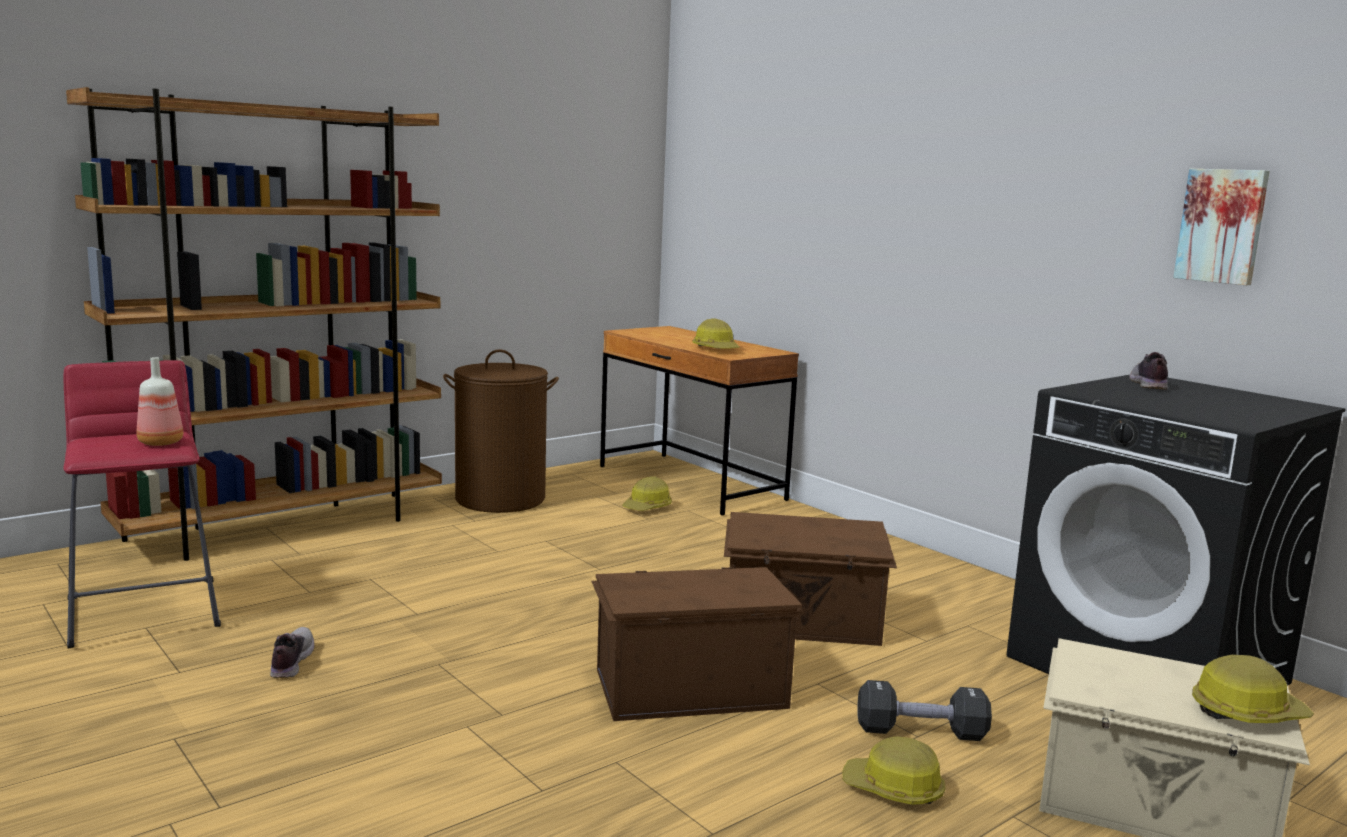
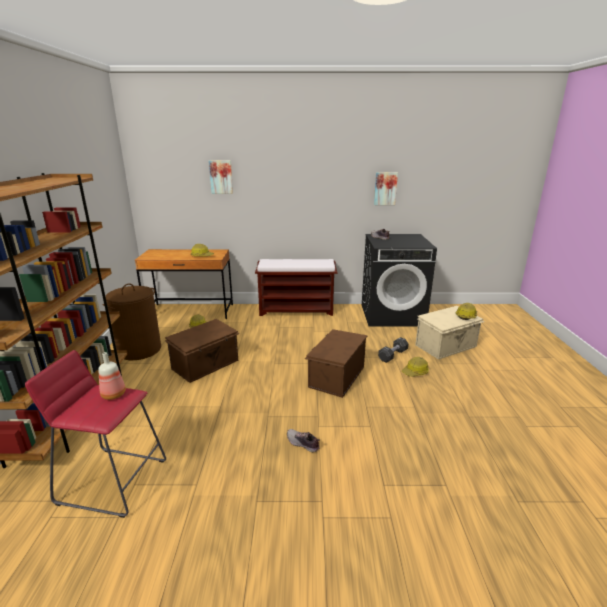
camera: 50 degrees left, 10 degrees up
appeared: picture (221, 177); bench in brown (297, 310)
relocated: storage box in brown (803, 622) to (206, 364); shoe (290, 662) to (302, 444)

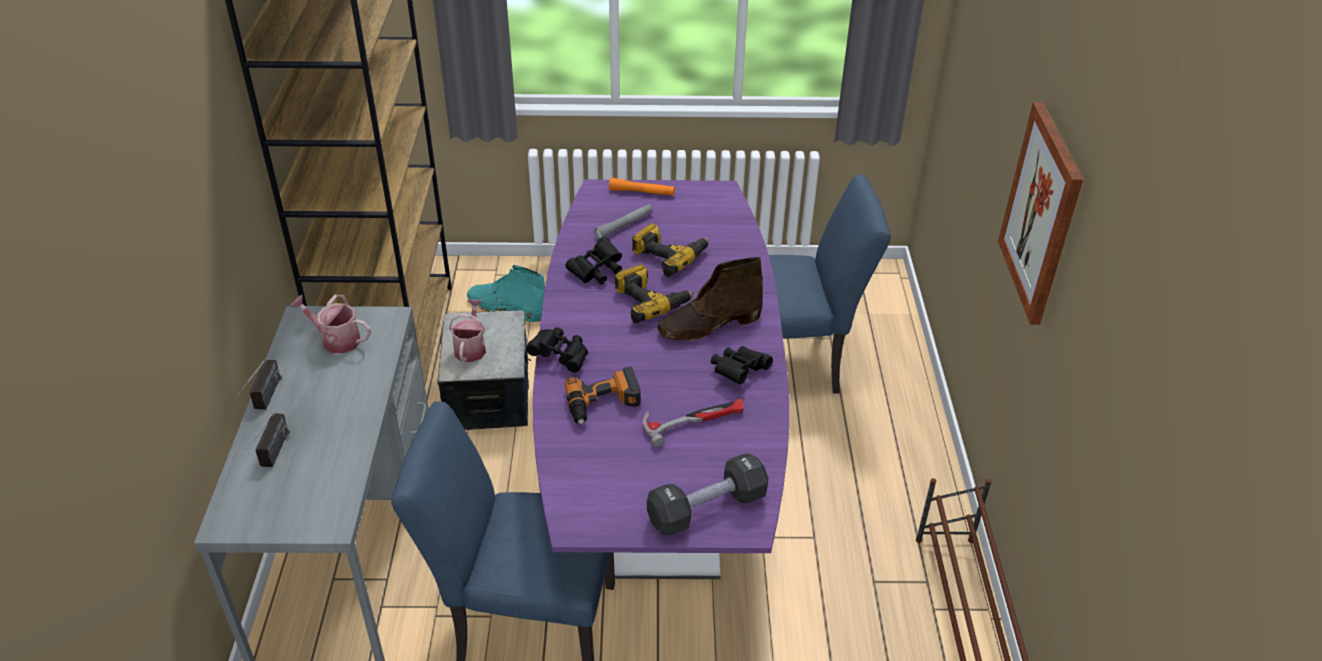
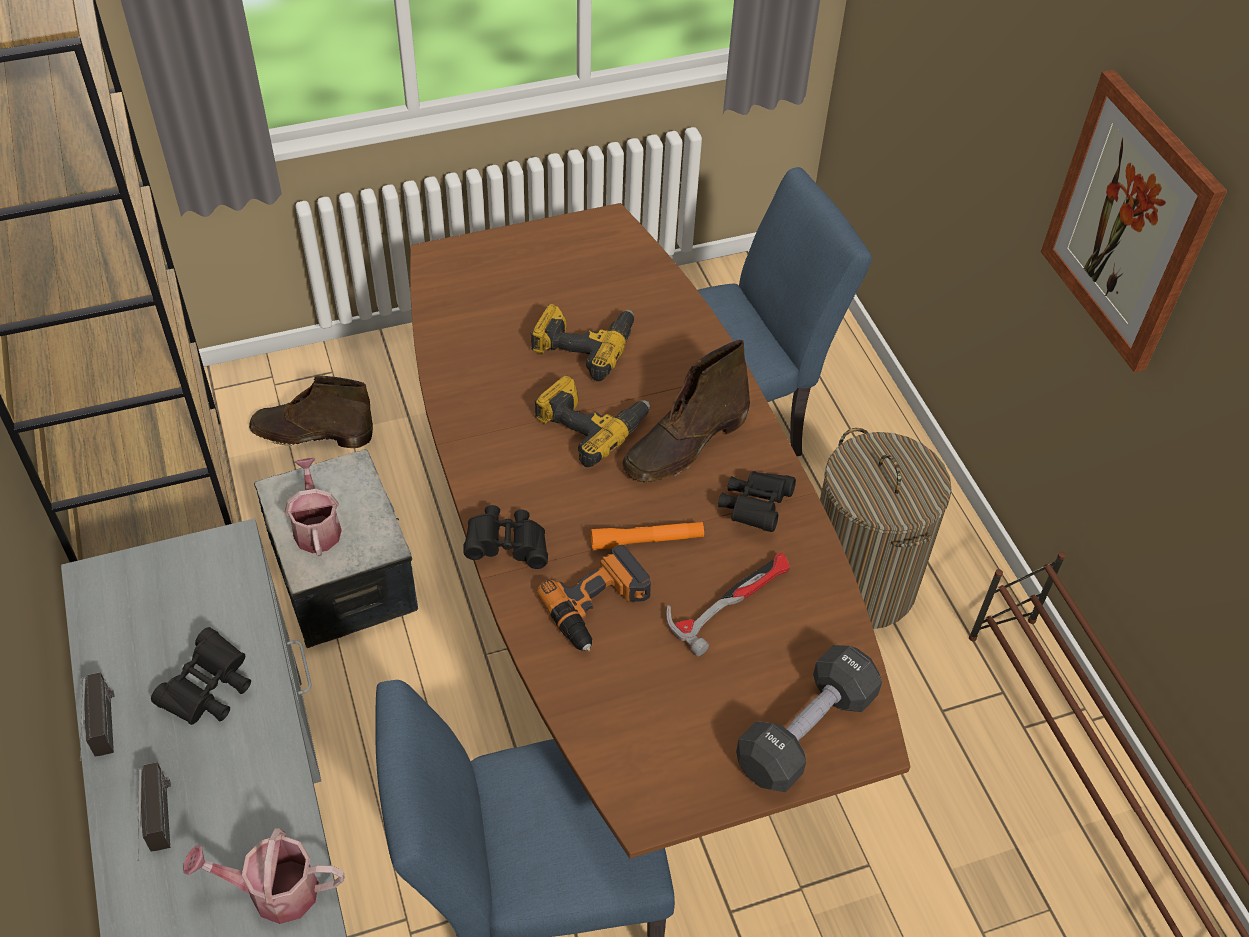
camera: 20 degrees left, 10 degrees up
missing: flashlight in grey (624, 226)
appeared: laundry basket (859, 583)
relocated: flashlight in orange (642, 192) to (647, 540); binoculars in black (597, 271) to (209, 691); watering can (336, 339) to (274, 891)
colour: dining table in purple (658, 468) to dining table in brown (618, 626); boot in turquoise (506, 307) to boot in brown (311, 433)

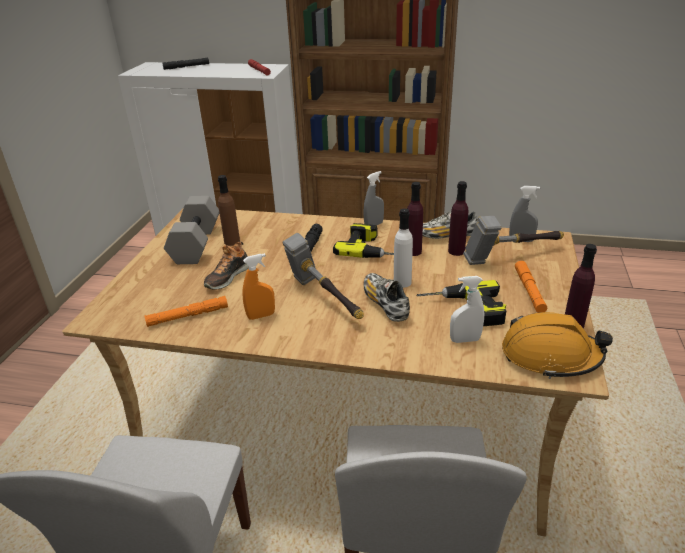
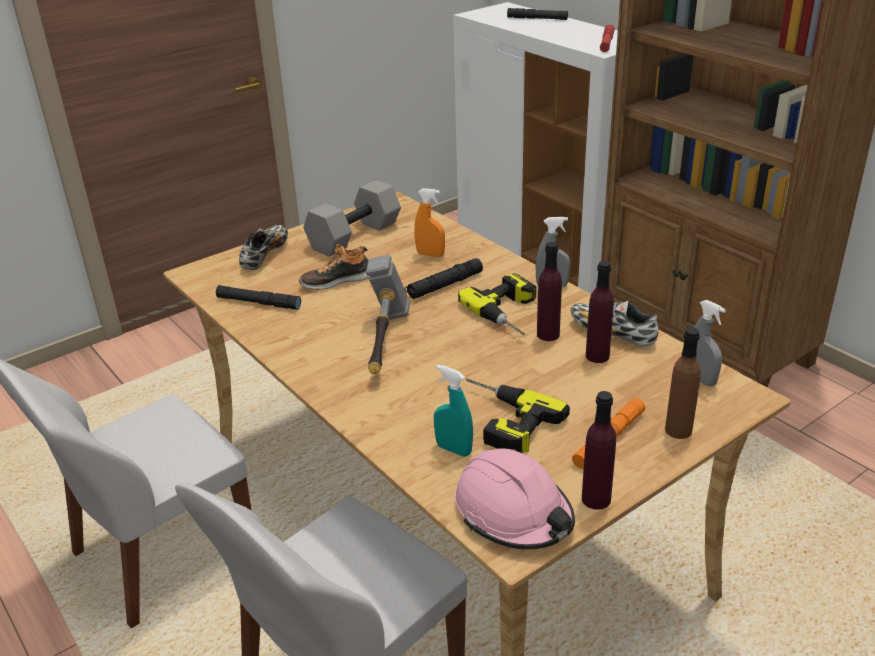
camera: 40 degrees right, 0 degrees up
missing: bottle in white (402, 282); hammer (511, 257)
relocated: bottle in brown (232, 241) to (678, 430); spray bottle in orange (261, 316) to (430, 254); shoe (385, 304) to (265, 255)
colour: spray bottle in white (465, 340) to spray bottle in turquoise (453, 449); flashlight in orange (188, 316) to flashlight in black (258, 303); hard hat in orange (550, 356) to hard hat in pink (514, 513)

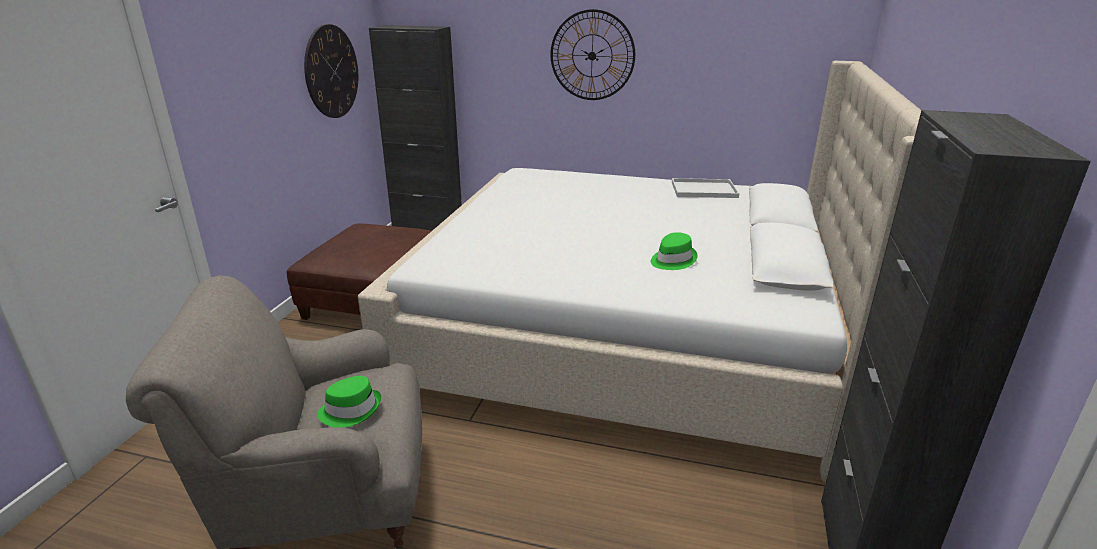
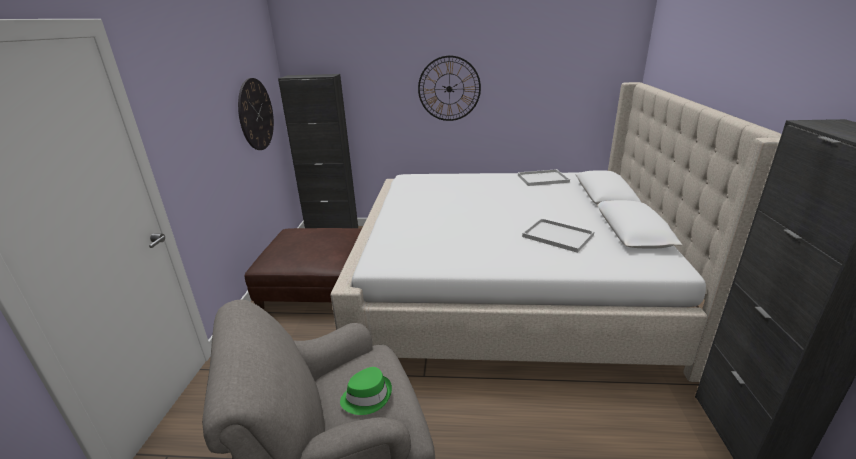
camera: 10 degrees left, 0 degrees up
exchanged: hat in green (672, 260) to tray in white (556, 236)

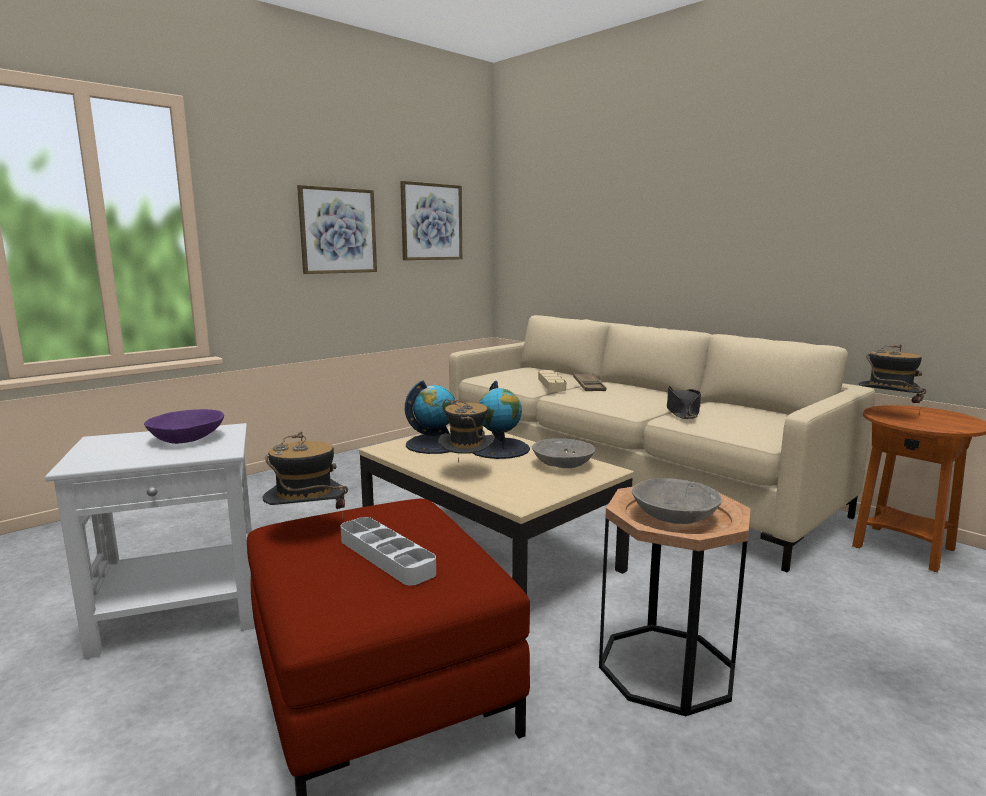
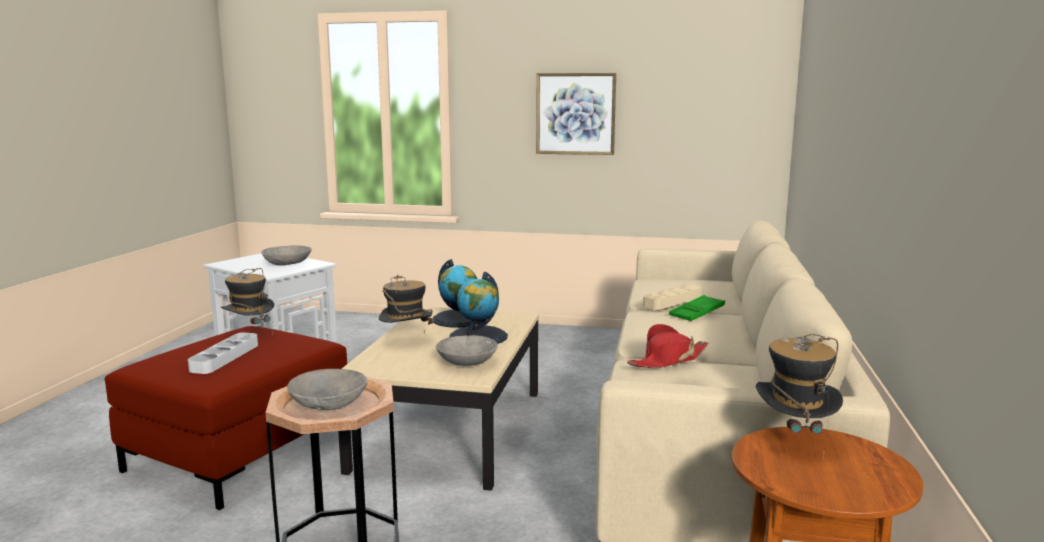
camera: 55 degrees right, 0 degrees up
missing: picture (431, 222)
colour: tray in brown (589, 386) to tray in green (697, 313); hat in black (682, 412) to hat in red (668, 360); bowl in purple (187, 438) to bowl in grey (288, 264)

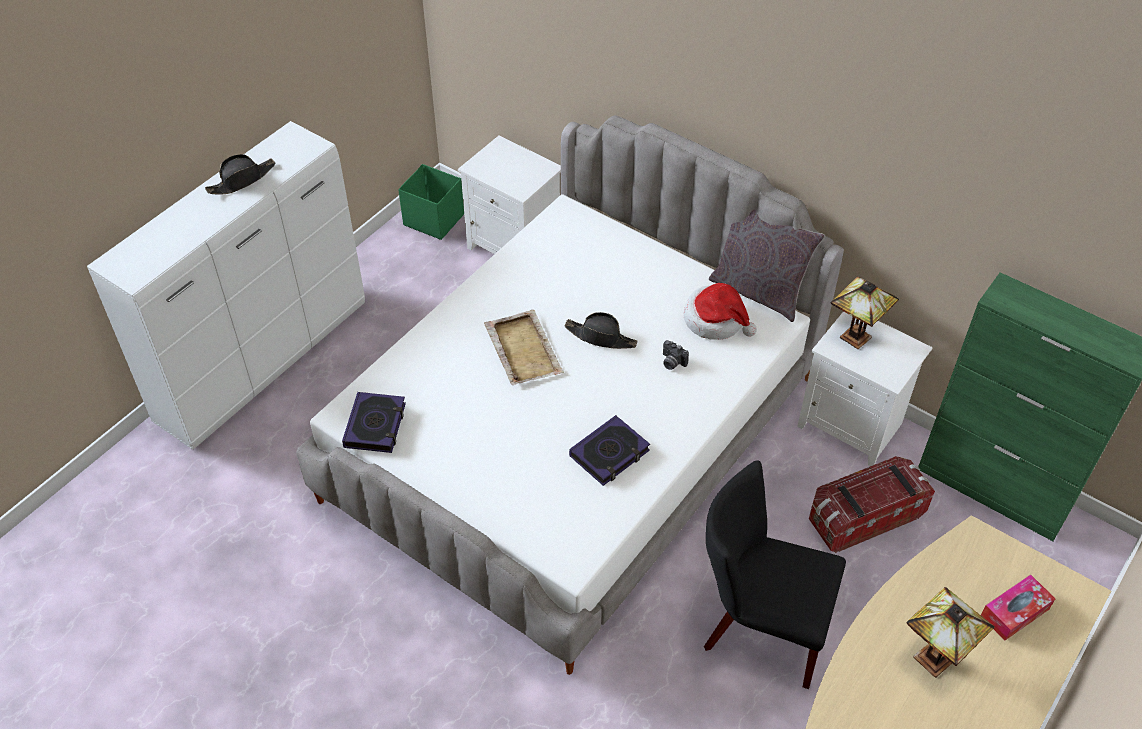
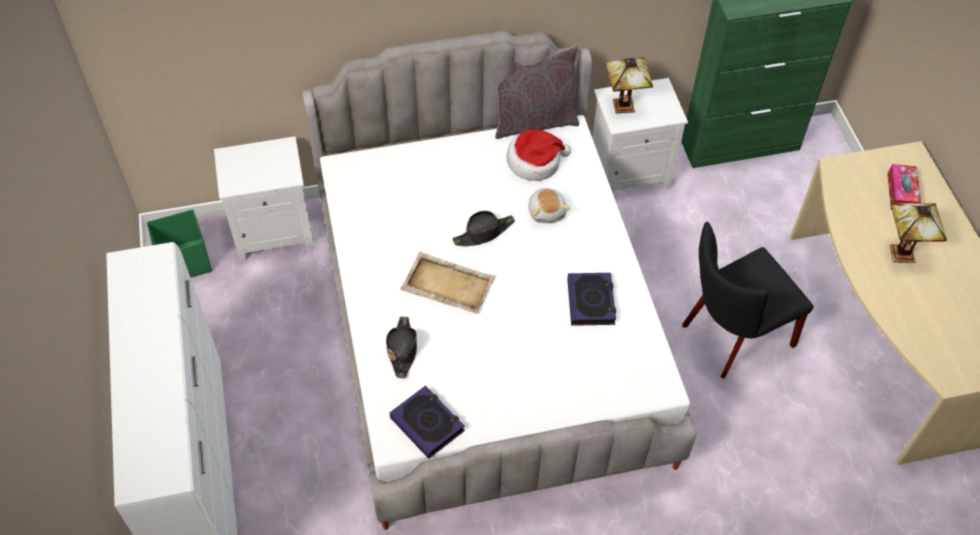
camera: 50 degrees left, 5 degrees up
missing: storage box (864, 517)
relocated: hat in black (242, 180) to (402, 349)
exchanged: photo camera (671, 362) to plush toy (547, 211)

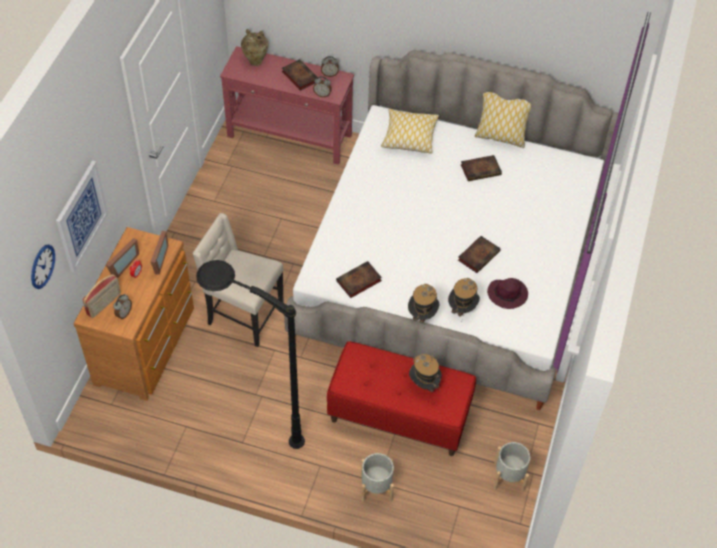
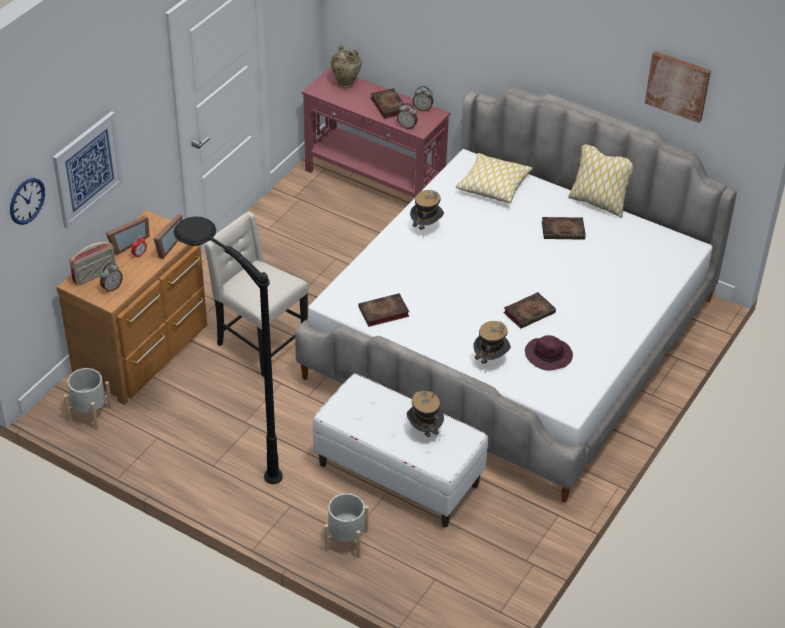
camera: 15 degrees right, 10 degrees down
appeared: picture (678, 86)
relocated: hat (422, 315) to (426, 227); planter in grey (509, 476) to (90, 414)
colour: bench in red (399, 415) to bench in white (399, 475)

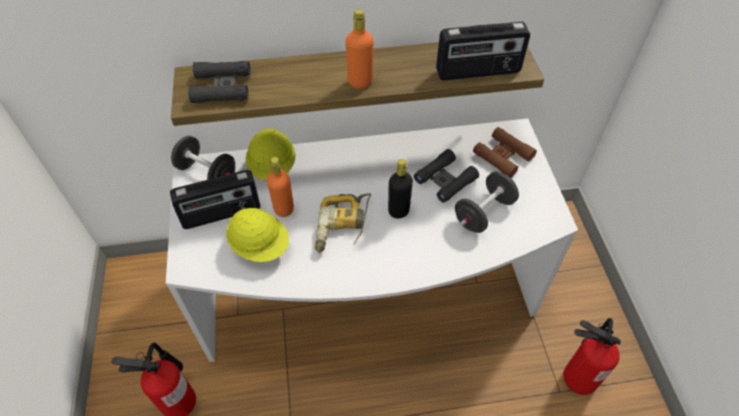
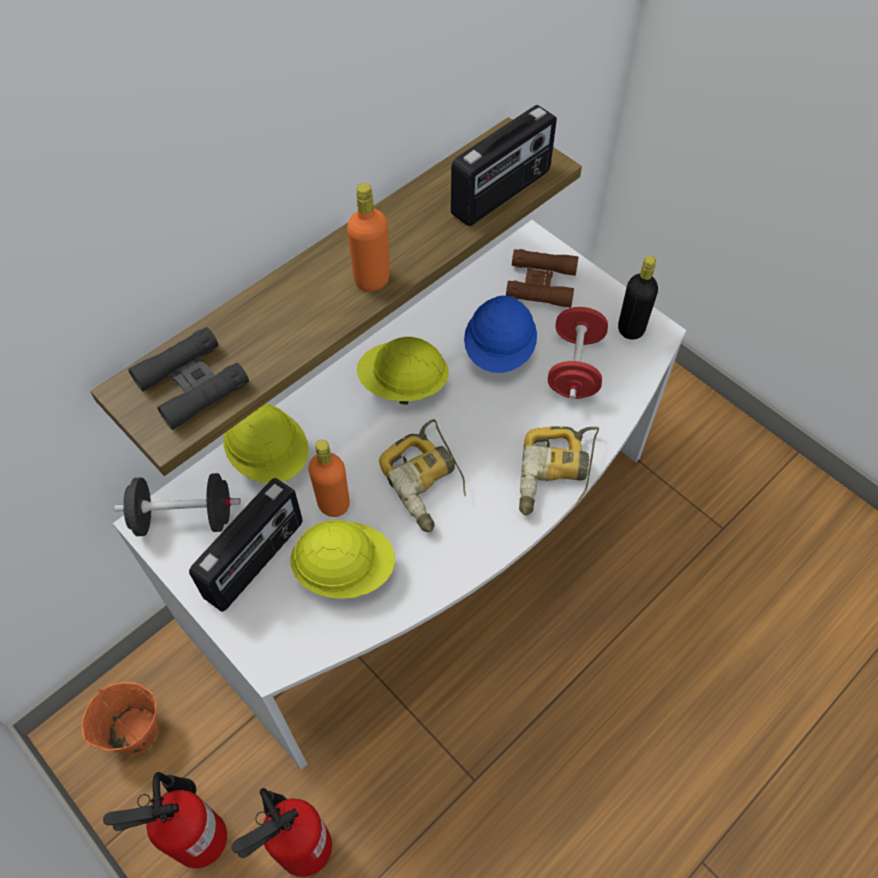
camera: 35 degrees left, 5 degrees up
appeared: hard hat in yellow (403, 385); power drill (556, 476); bucket in orange (134, 732)
relocated: bottle in black (398, 211) to (631, 329); fire extinguisher (577, 374) to (197, 832)
exchanged: binoculars in black (445, 180) to hard hat in blue (499, 351)
colour: dumbbell in black (483, 213) to dumbbell in red (575, 368)

